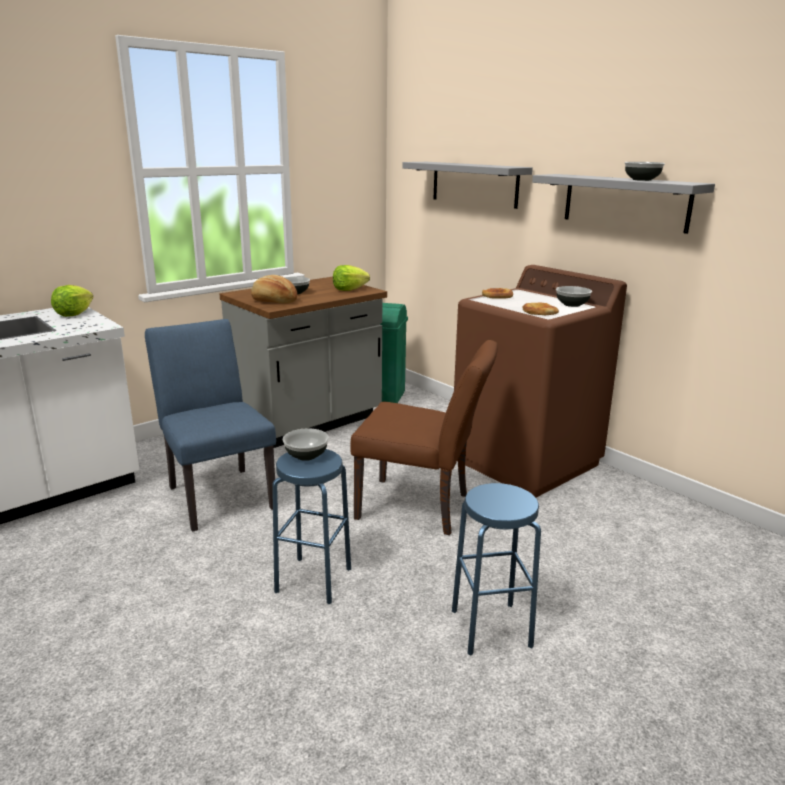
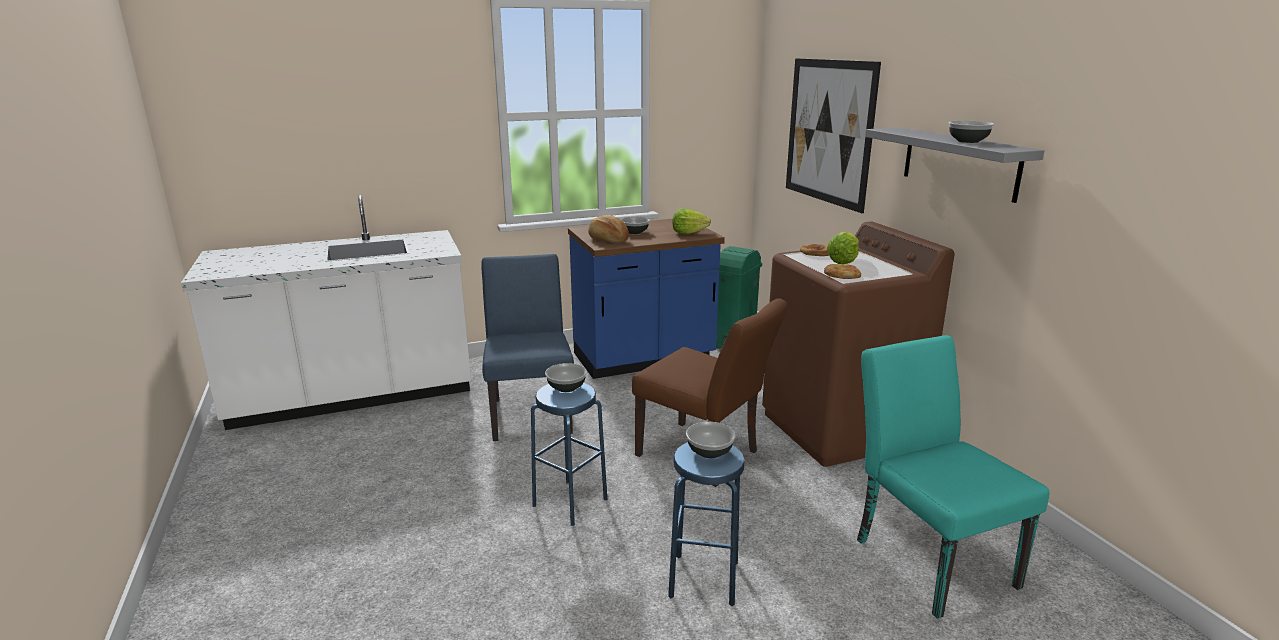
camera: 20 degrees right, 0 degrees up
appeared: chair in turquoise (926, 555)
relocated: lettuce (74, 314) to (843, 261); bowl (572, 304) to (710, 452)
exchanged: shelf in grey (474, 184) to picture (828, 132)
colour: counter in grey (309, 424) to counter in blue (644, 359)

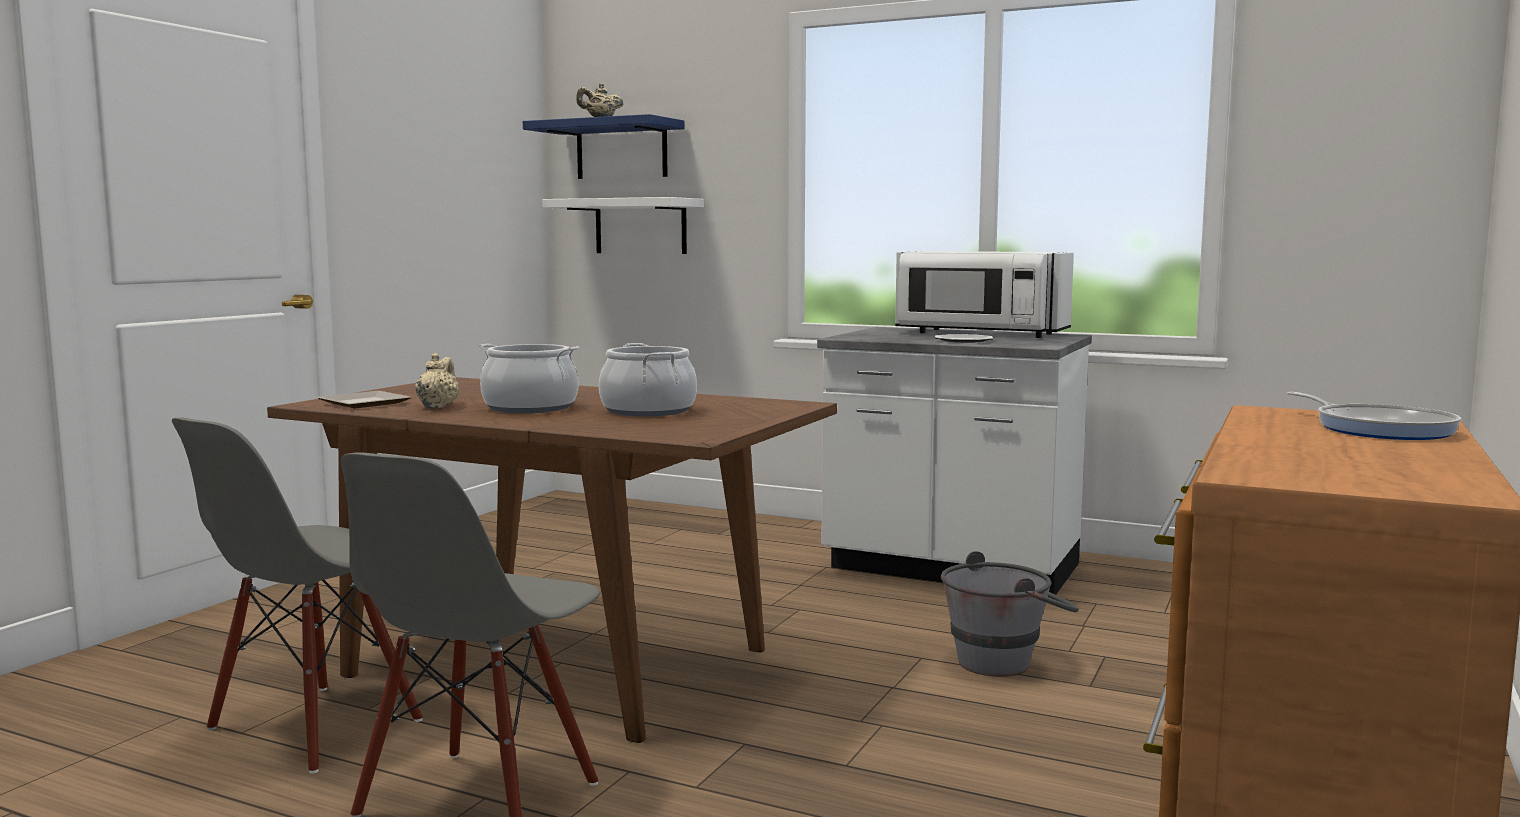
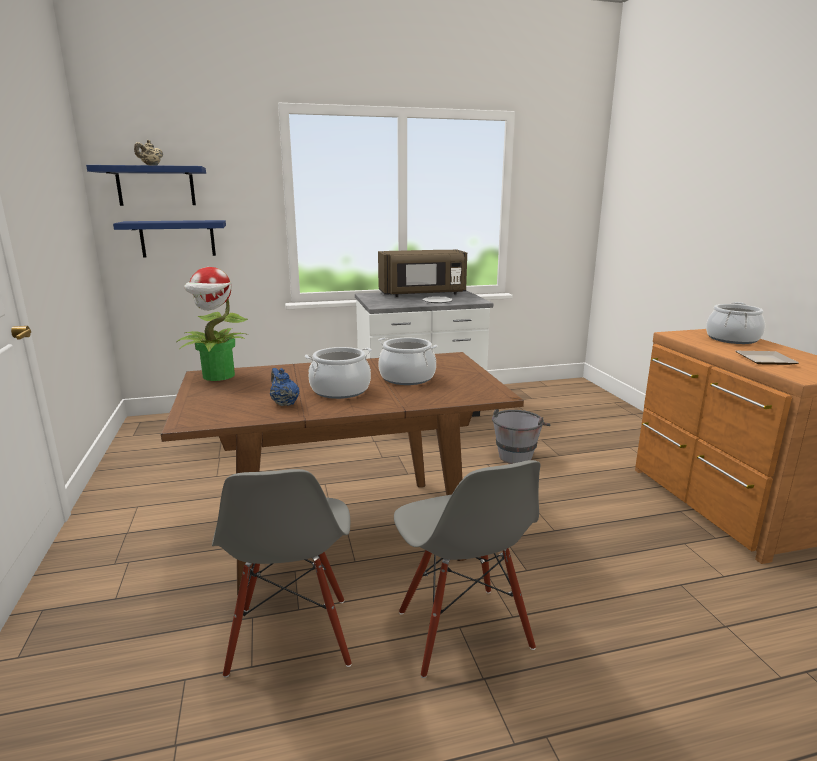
camera: 40 degrees left, 10 degrees up
appeared: potted plant (218, 376)
relocated: plate (363, 404) to (767, 361)
exchanged: frying pan (1379, 429) to cooking pot (732, 339)
colour: shelf in white (640, 226) to shelf in blue (177, 238); microwave in white (979, 334) to microwave in brown (422, 294); teapot in beige (438, 406) to teapot in blue (284, 403)

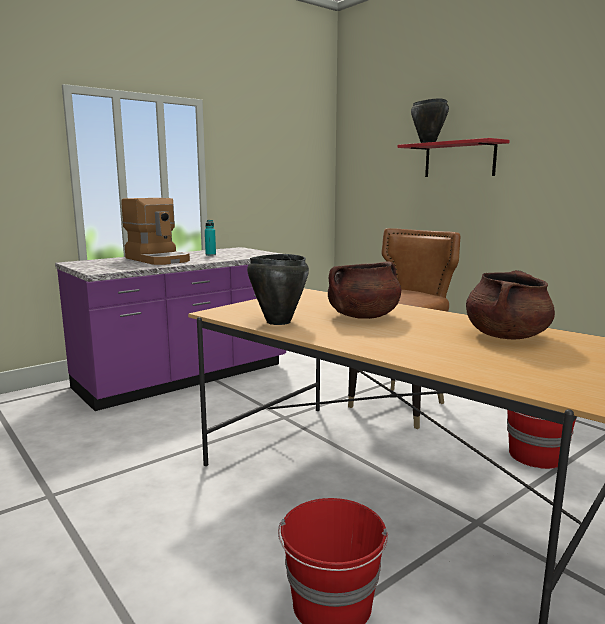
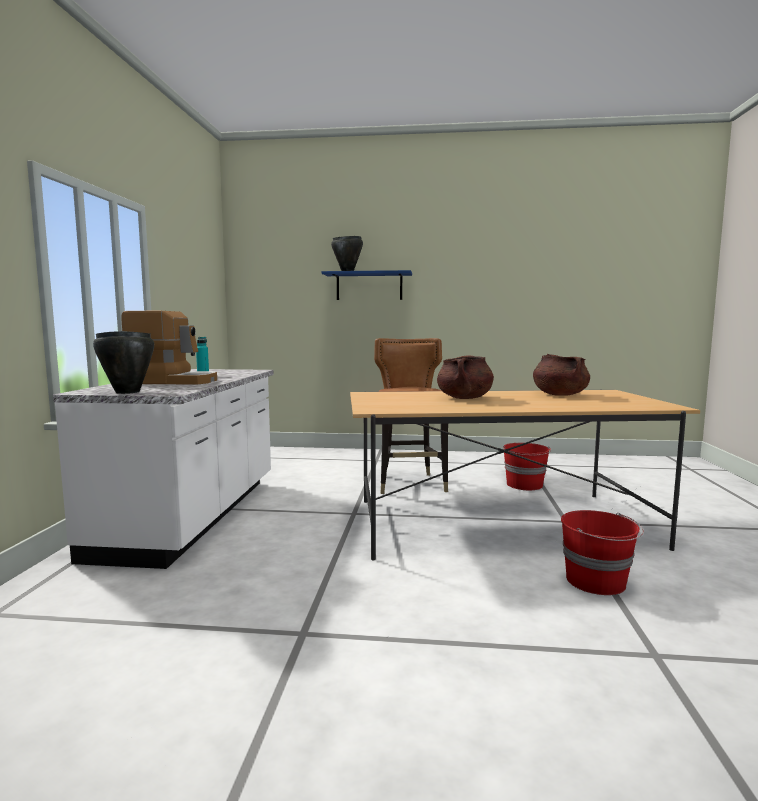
camera: 45 degrees left, 5 degrees down
relocated: cooking pot in black (278, 322) to (127, 392)
colour: shelf in red (459, 159) to shelf in blue (369, 286); counter in purple (184, 377) to counter in white (193, 516)

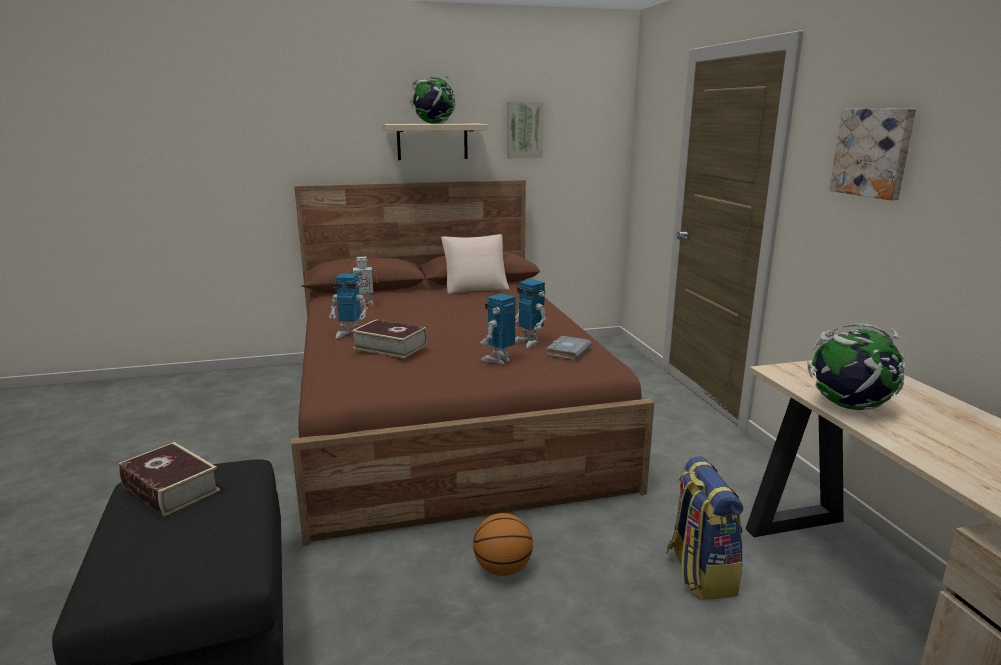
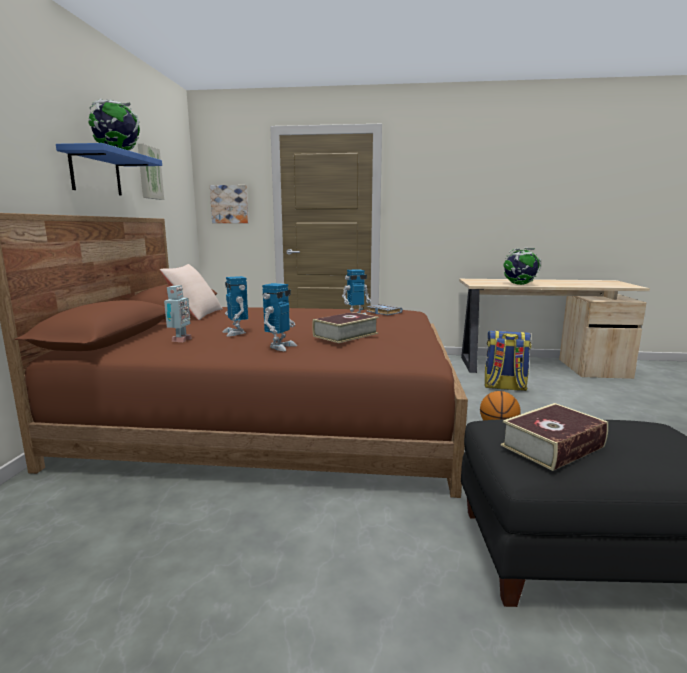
camera: 70 degrees left, 5 degrees down
relocated: picture (873, 152) to (230, 204); toy robot (499, 360) to (236, 333)
colour: shelf in beige (432, 141) to shelf in blue (96, 173)

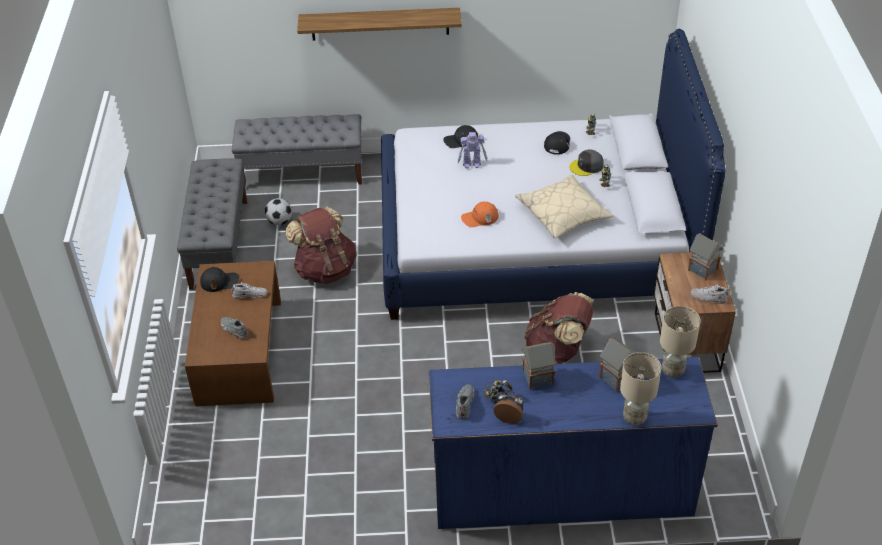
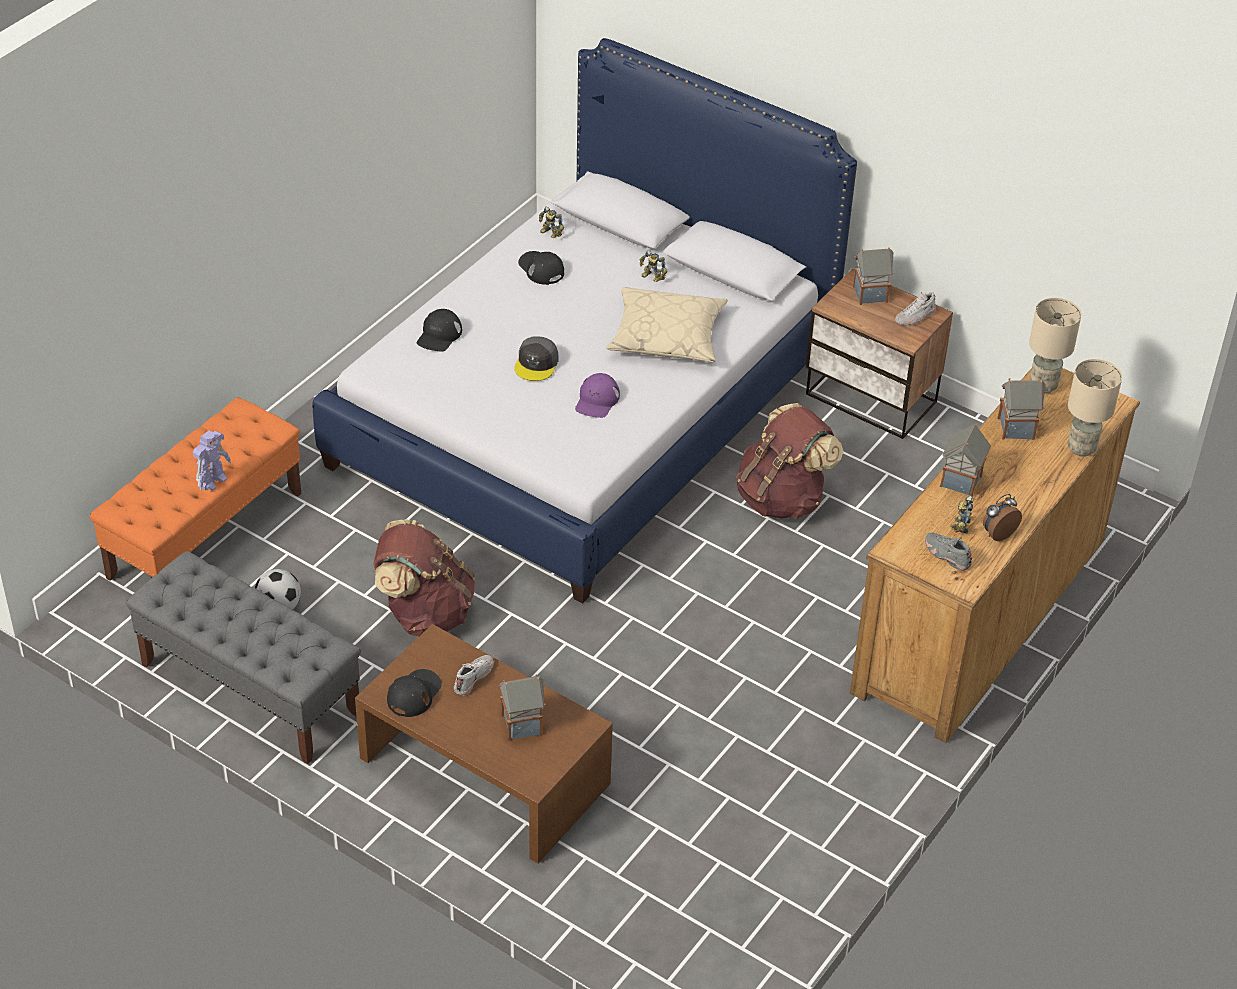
camera: 55 degrees left, 0 degrees up
missing: shelf (380, 24)
relocated: toy robot (472, 164) to (213, 480); cap in grey (586, 166) to (536, 364)
exchanged: shoe in grey (234, 330) to toy house (522, 724)
colour: bench in grey (303, 173) to bench in orange (206, 534); cap in orange (479, 218) to cap in purple (597, 400); dresser in blue (561, 489) to dresser in brown (980, 614)

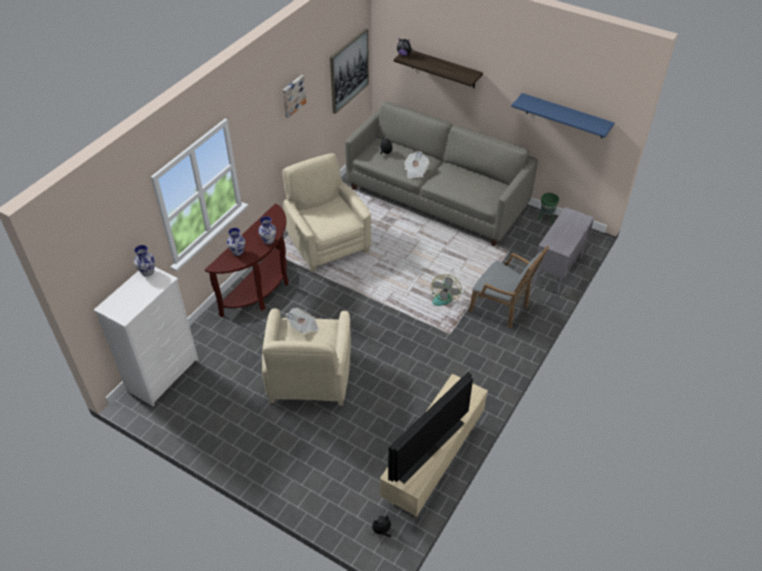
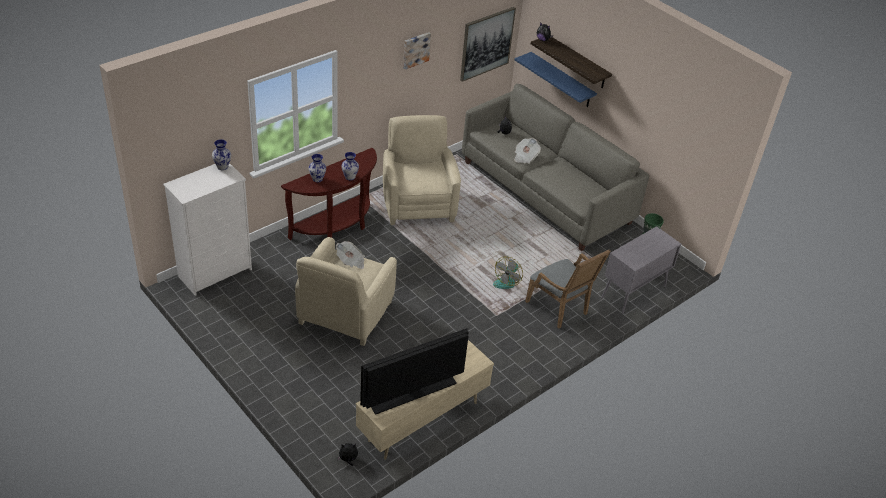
camera: 15 degrees right, 5 degrees down
relocated: shelf in blue (565, 116) to (561, 80)

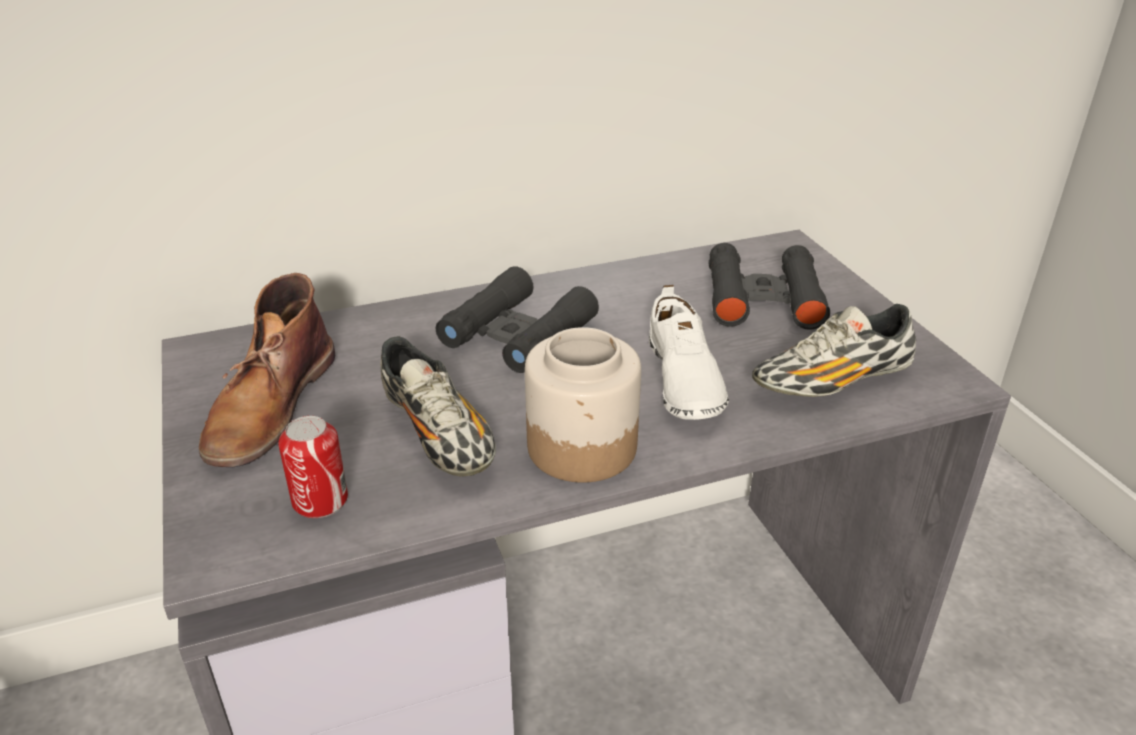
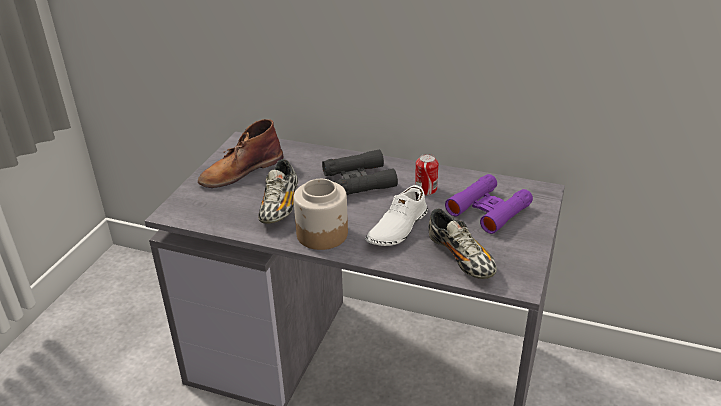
camera: 40 degrees right, 0 degrees up
relocated: can (320, 500) to (426, 189)
colour: binoculars in black (763, 298) to binoculars in purple (488, 210)
spun: shoe (832, 382) = (461, 258) 135 degrees counterclockwise

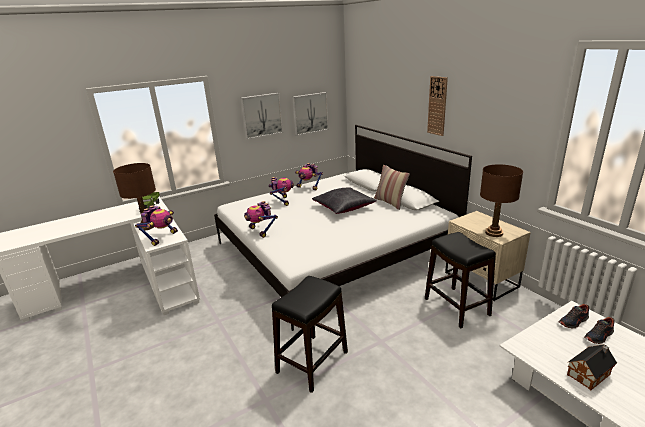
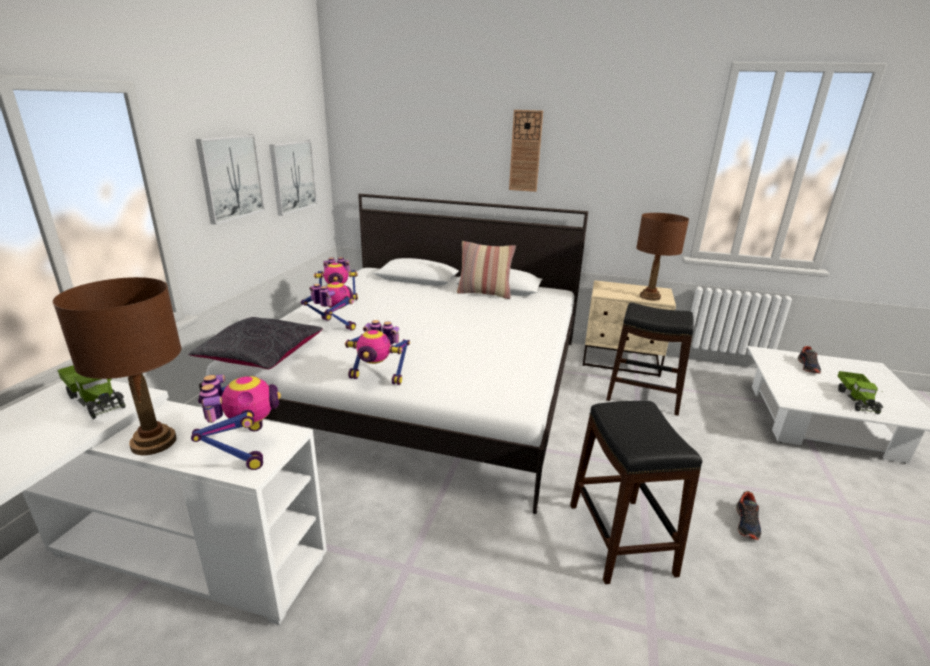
camera: 45 degrees left, 0 degrees up
relocated: pillow in black (344, 207) to (262, 355); shoe (573, 321) to (747, 523)
exchanged: toy house (590, 374) to toy truck (856, 399)

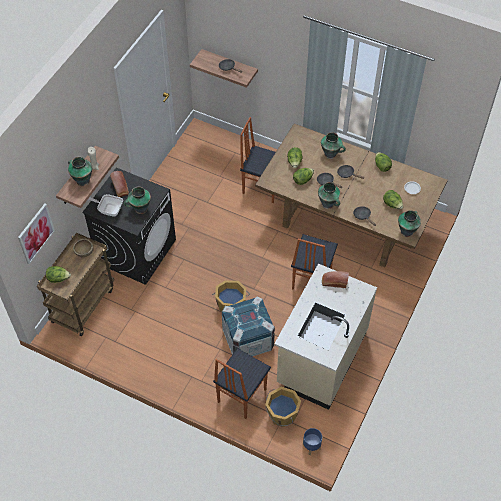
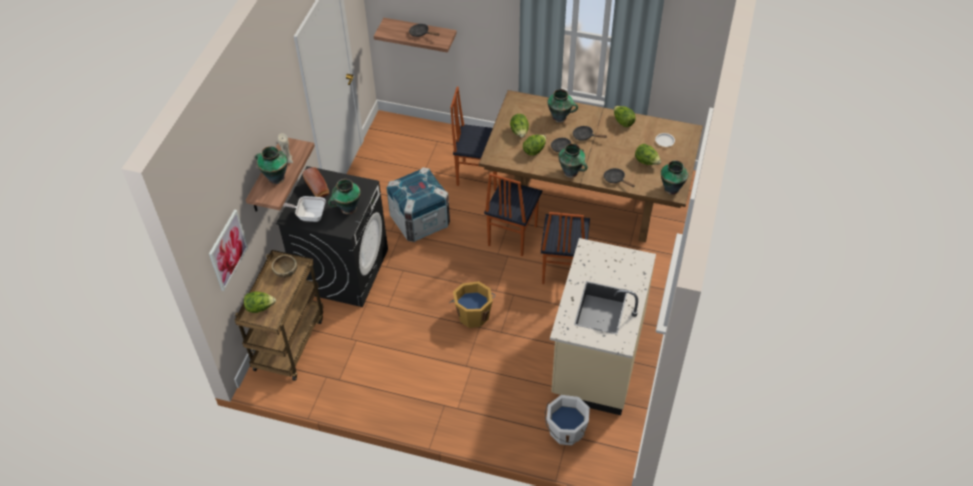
camera: 10 degrees left, 5 degrees down
missing: bread (334, 282); planter in blue (311, 446)
relocated: crate (248, 339) to (420, 221); chair (241, 395) to (511, 236)
colour: bucket in orange (281, 414) to bucket in white (565, 431)

